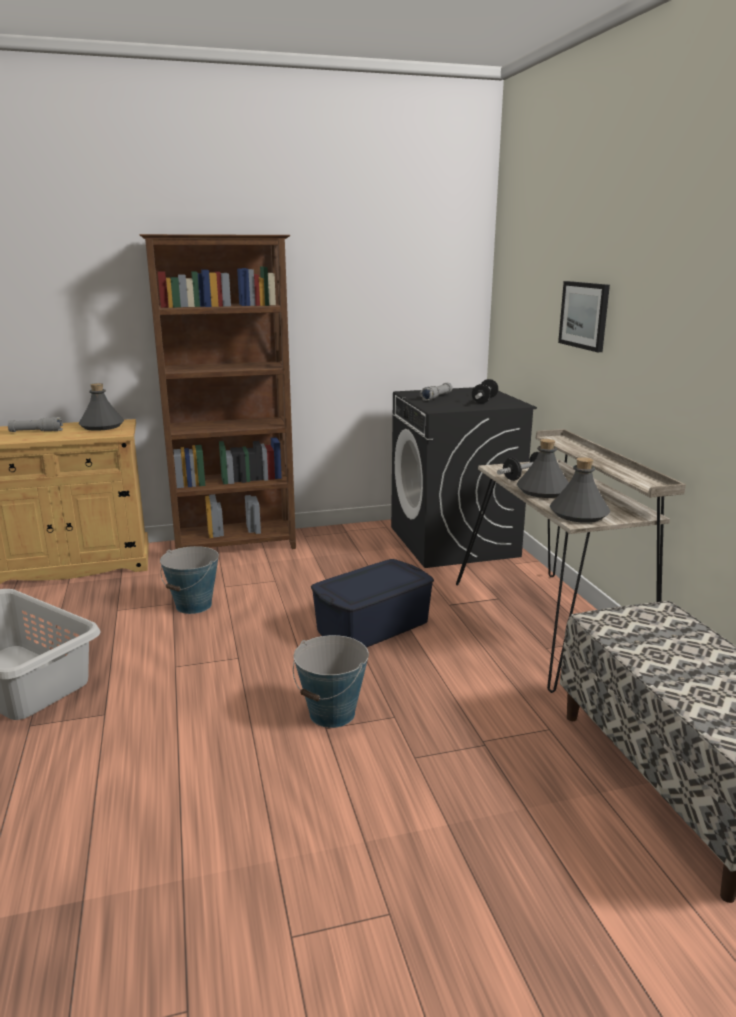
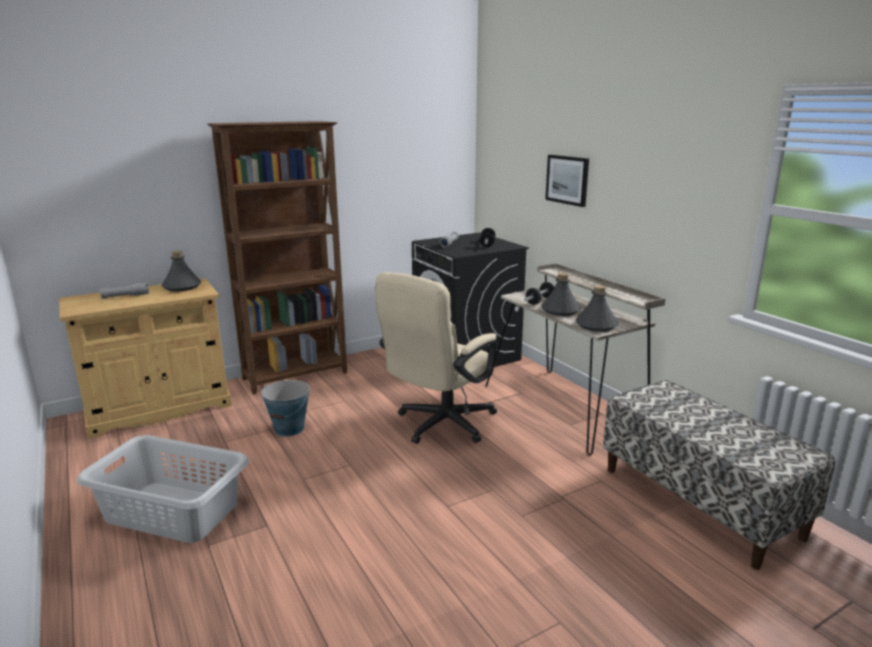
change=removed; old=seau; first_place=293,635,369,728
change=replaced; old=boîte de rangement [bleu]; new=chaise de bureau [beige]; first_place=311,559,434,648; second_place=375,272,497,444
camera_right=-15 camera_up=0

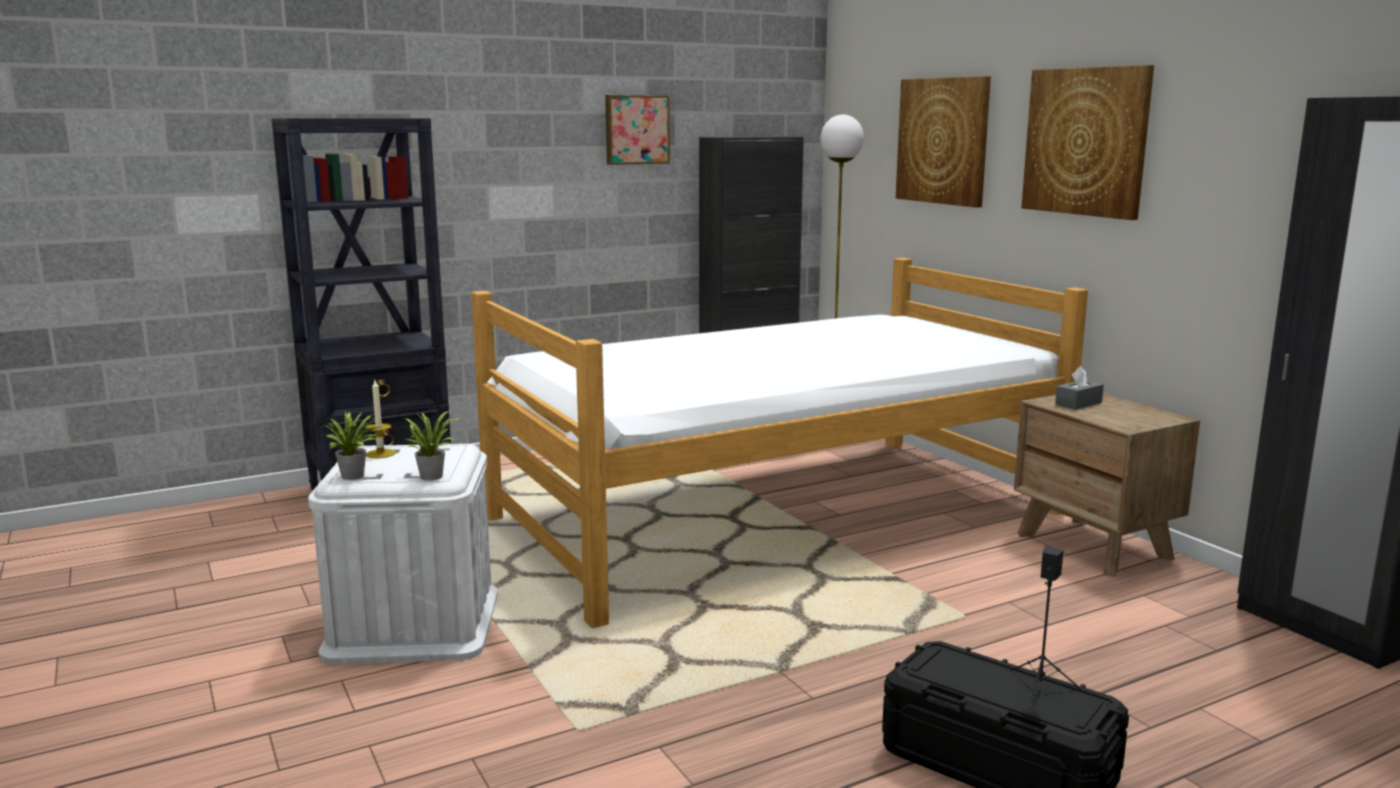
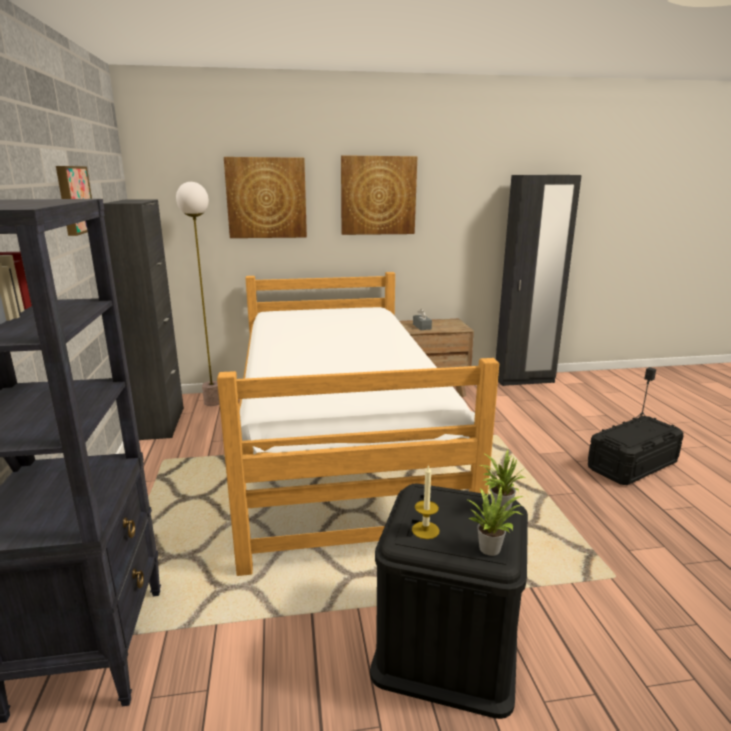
change=recoloured; old=boîte de rangement [blanc]; new=boîte de rangement [noir]; first_place=308,444,498,664; second_place=370,484,528,719
camera_right=-70 camera_up=5

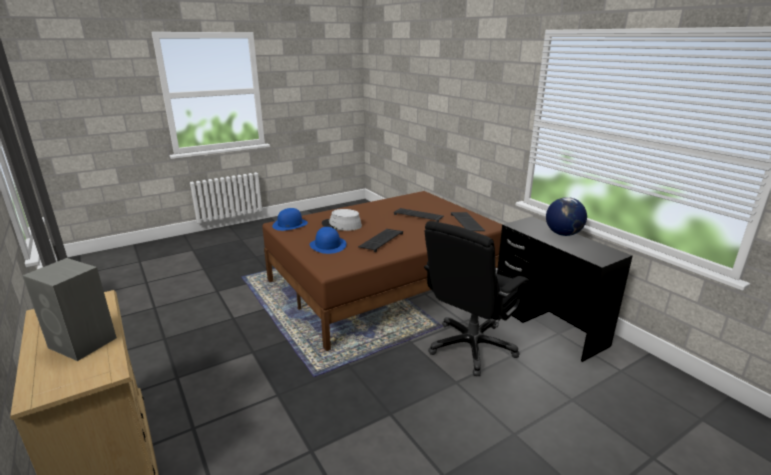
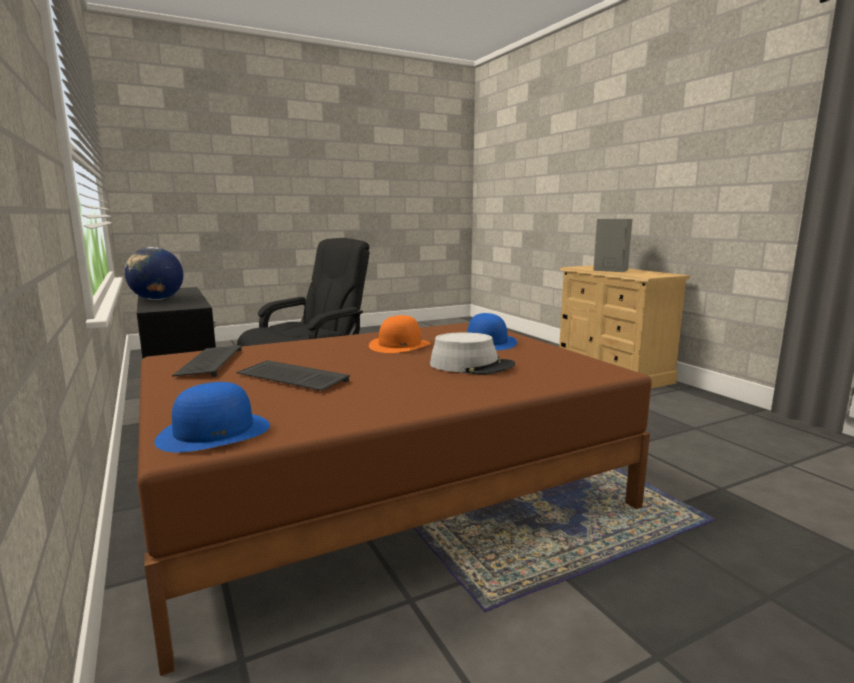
change=moved; old=chapeau [bleu]; first_place=272,208,308,231; second_place=154,382,270,452
change=replaced; old=clavier; new=chapeau [orange]; first_place=358,229,403,252; second_place=369,315,431,353
camera_right=-175 camera_up=-10

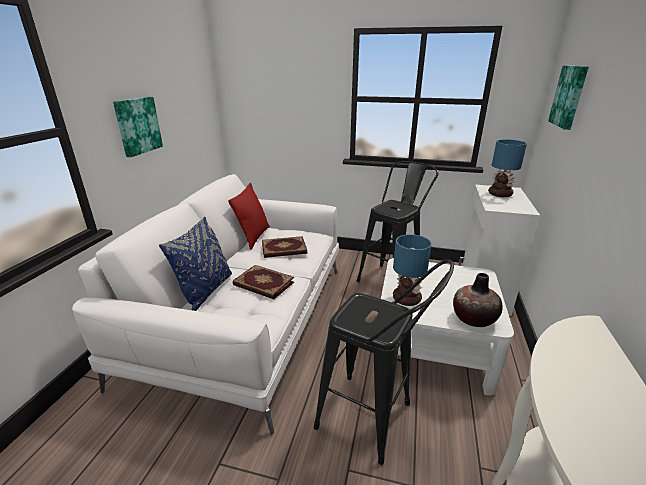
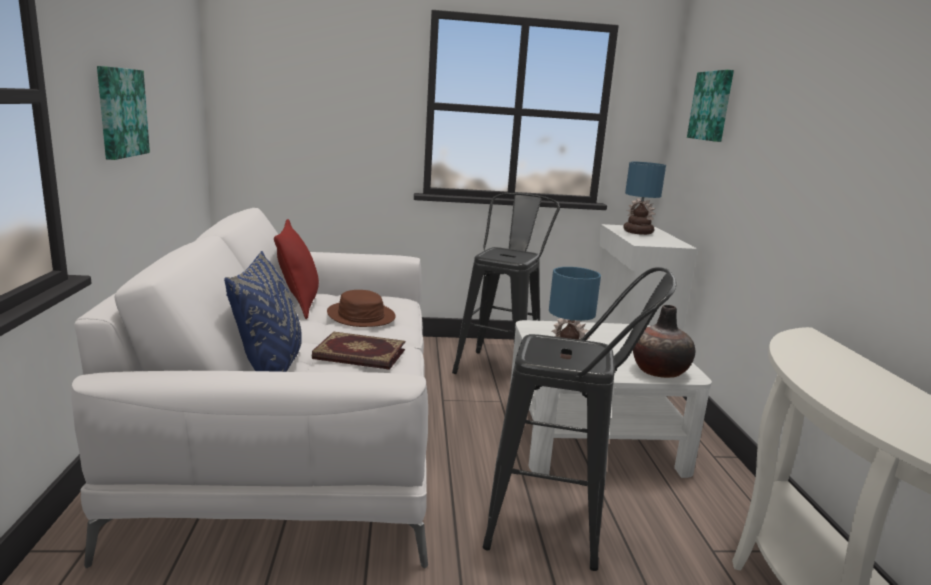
change=replaced; old=livre; new=chapeau [marron]; first_place=262,236,307,258; second_place=327,290,396,327
camera_right=-20 camera_up=-10

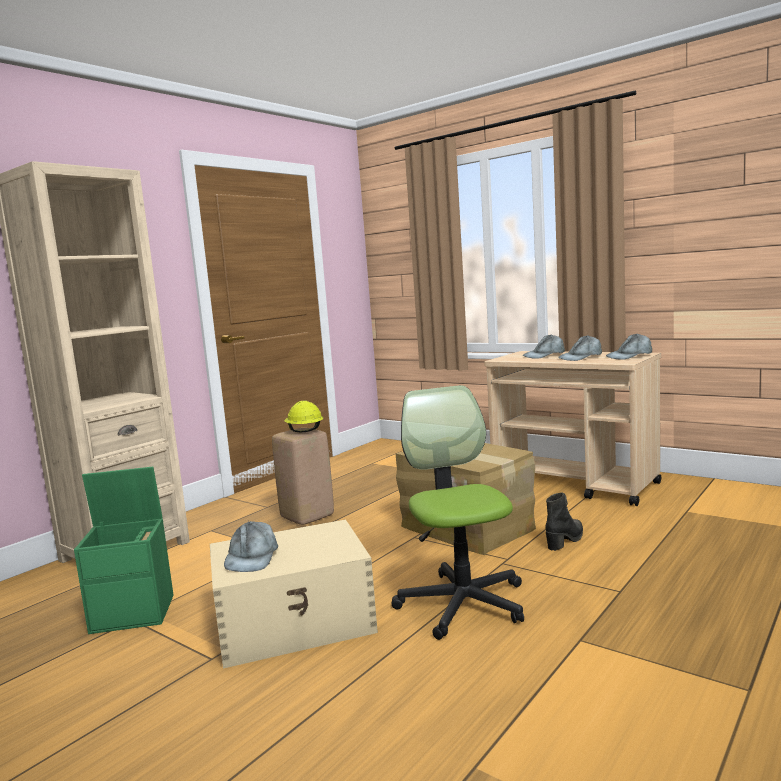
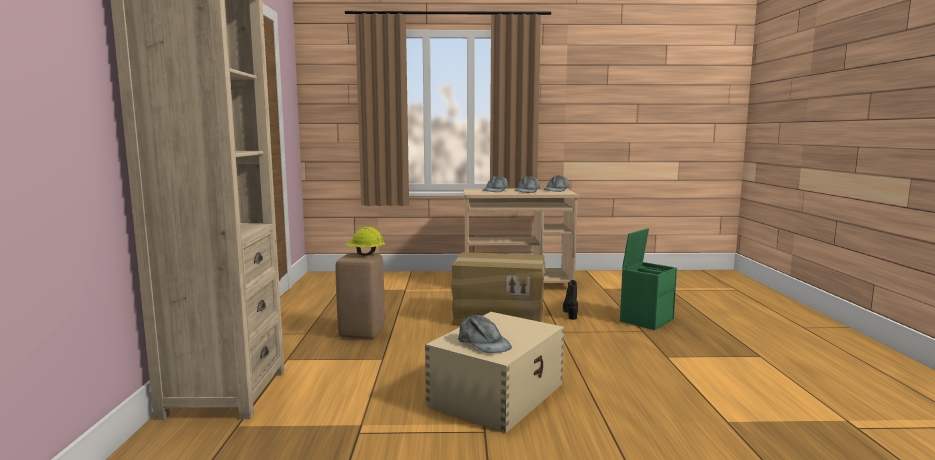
change=moved; old=boîte de rangement [vert]; first_place=74,467,174,634; second_place=620,228,677,330
change=removed; old=chaise de bureau; first_place=391,385,524,640
camera_right=-40 camera_up=0

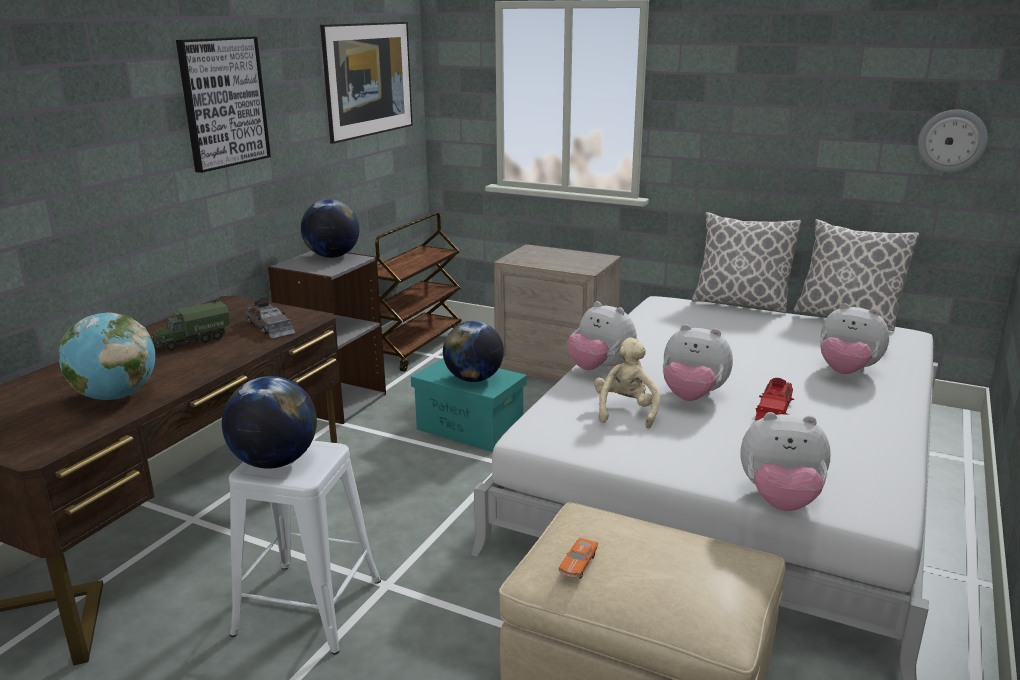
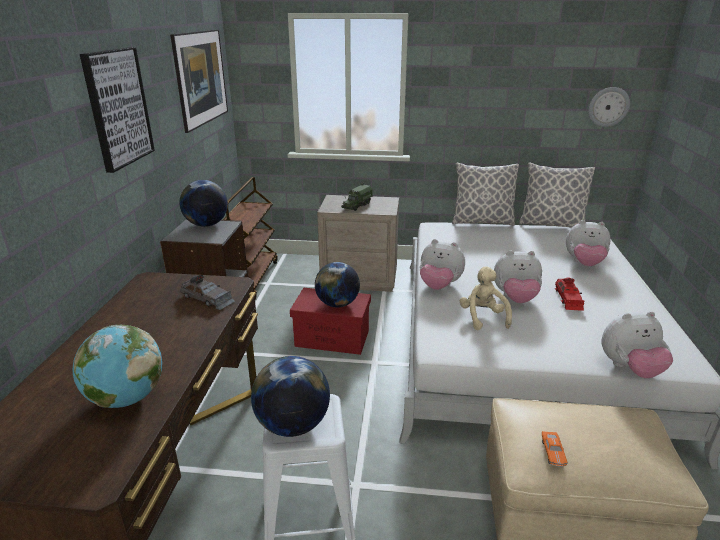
change=moved; old=camion jouet; first_place=151,297,231,351; second_place=341,183,373,211
change=recoloured; old=boîte de rangement [turquoise]; new=boîte de rangement [rouge]; first_place=411,358,527,452; second_place=290,288,371,355
camera_right=-20 camera_up=5

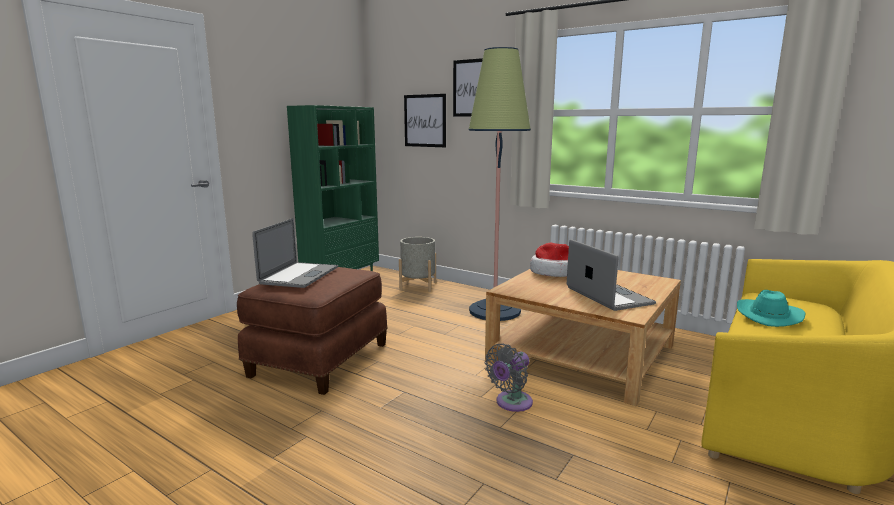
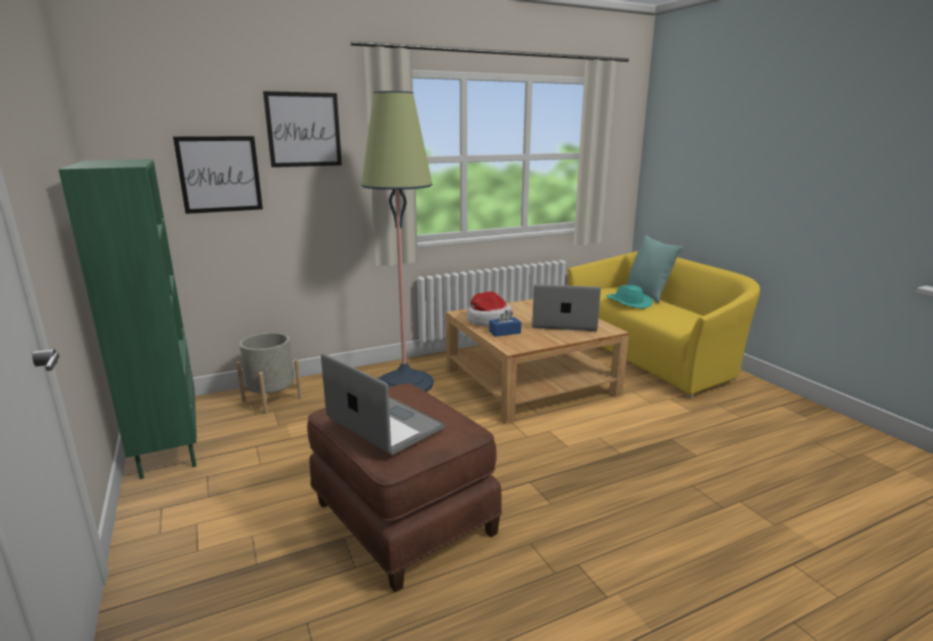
change=removed; old=ventilateur [gris]; first_place=485,344,533,412
change=added; new=boîte à mouchoirs [bleu]; second_place=489,310,521,337
change=added; new=coussin [turquoise]; second_place=627,235,683,303
camera_right=-60 camera_up=5

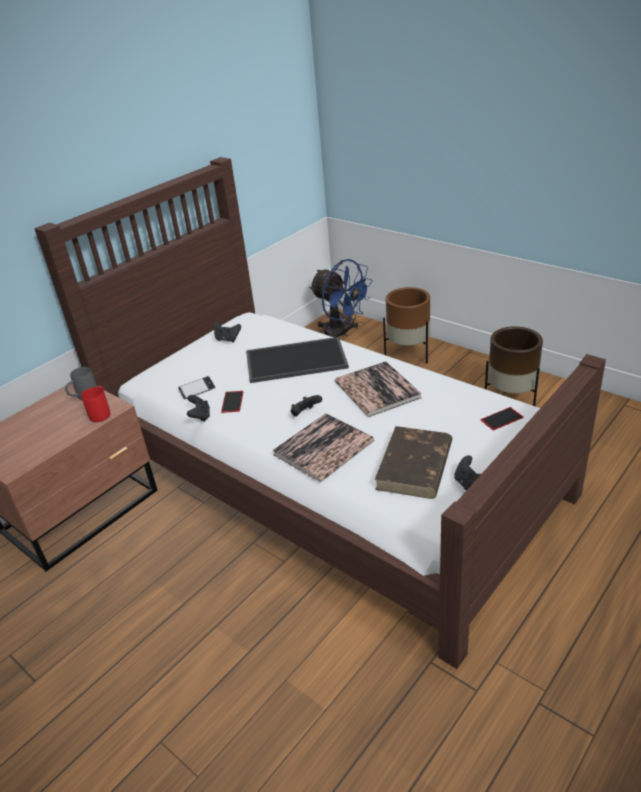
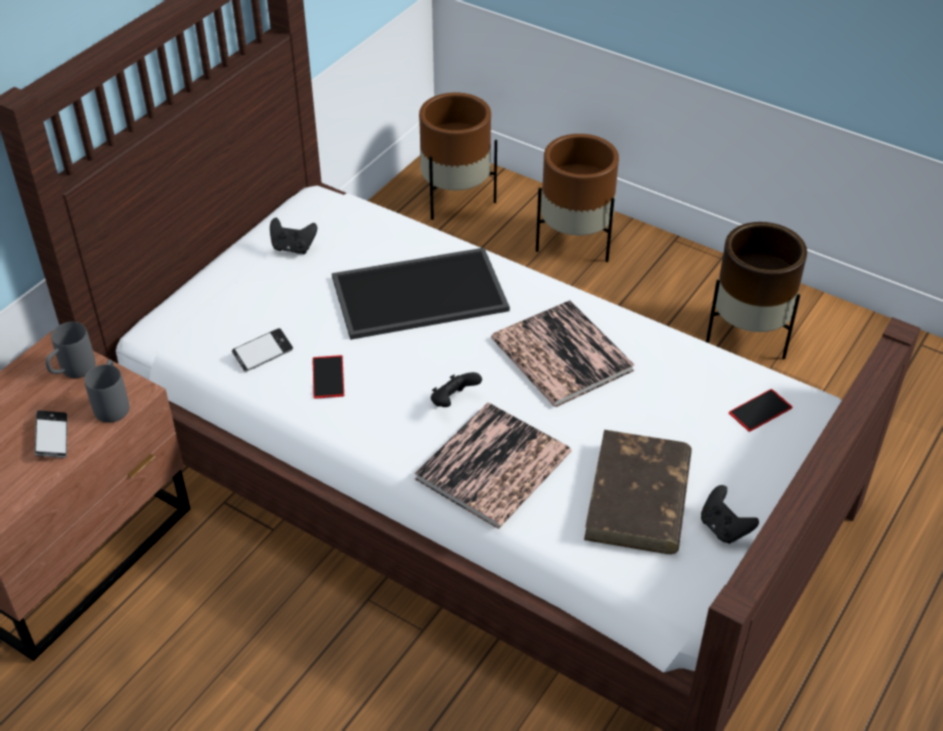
change=recoloured; old=mug [rouge]; new=mug [gris]; first_place=81,386,111,422; second_place=84,360,129,423
change=removed; old=manette [noir]; first_place=187,395,210,422
change=replaced; old=ventilateur [bleu]; new=cache-pot [marron]; first_place=309,259,373,337; second_place=419,92,497,220
change=added; new=téléphone; second_place=35,410,67,458
camera_right=-10 camera_up=10

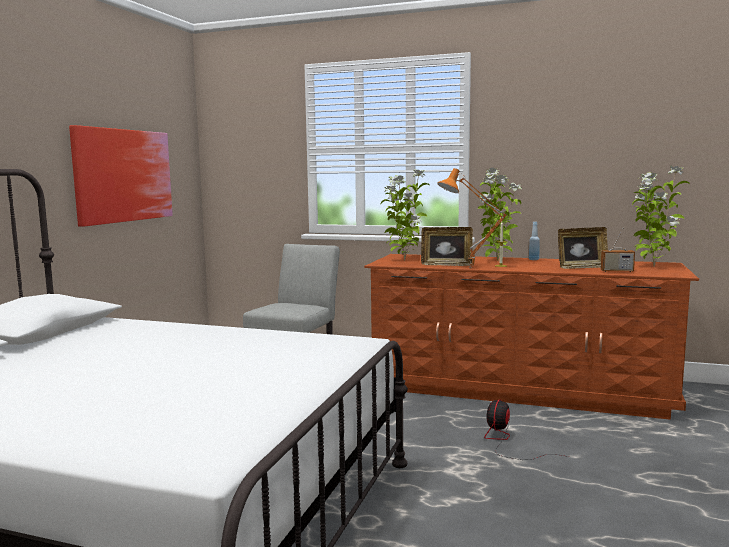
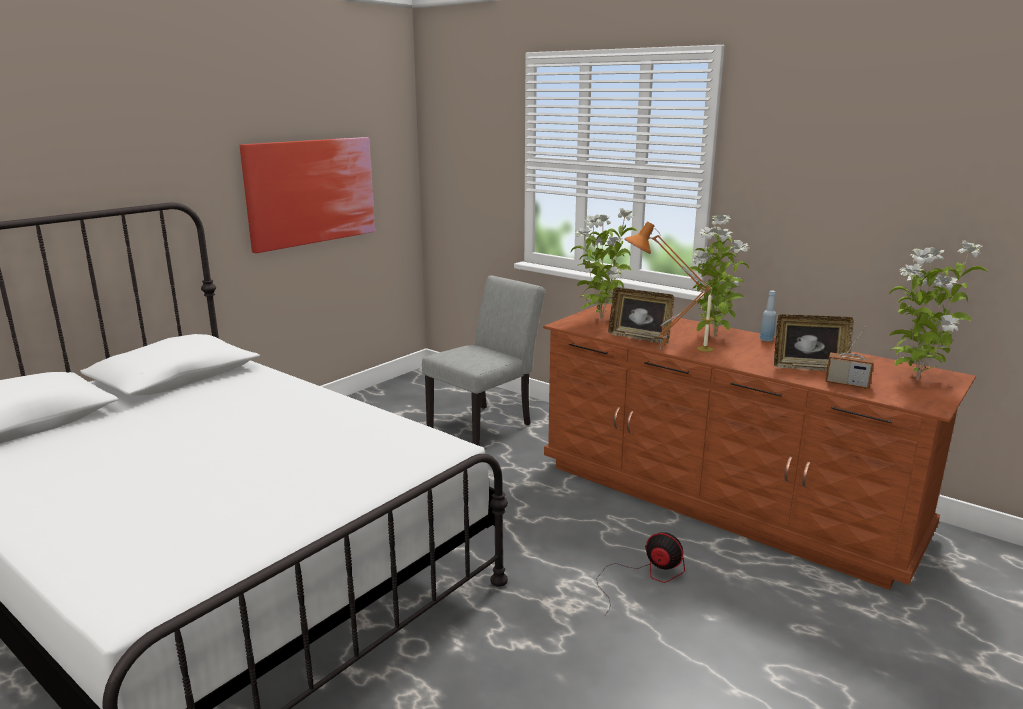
change=turned; old=ventilateur; first_place=484,399,569,460; second_place=596,532,685,615; degrees=75
camera_right=20 camera_up=10

